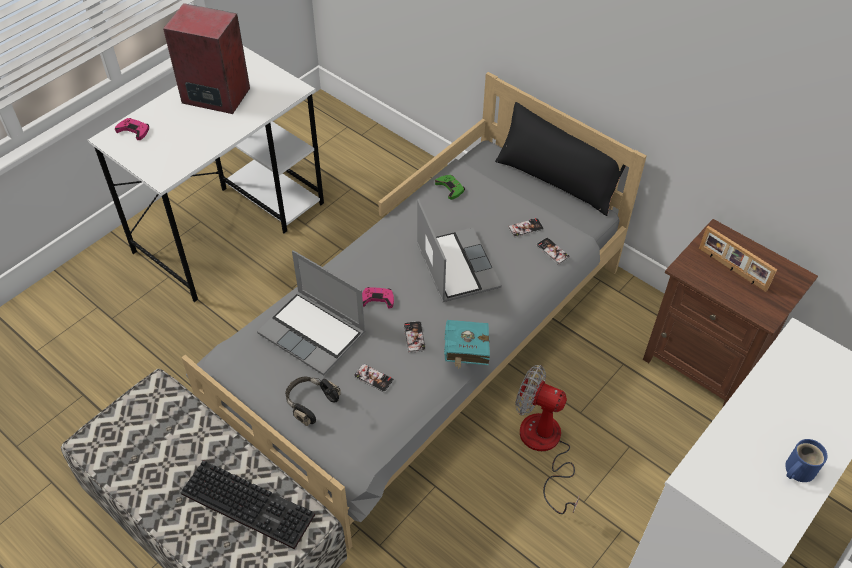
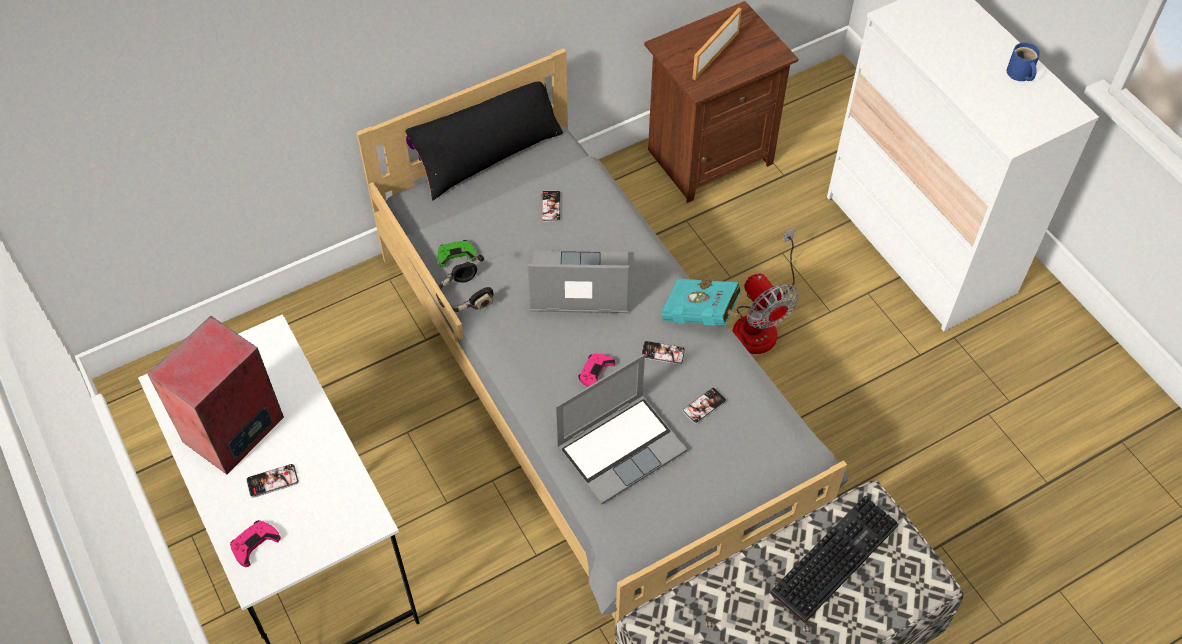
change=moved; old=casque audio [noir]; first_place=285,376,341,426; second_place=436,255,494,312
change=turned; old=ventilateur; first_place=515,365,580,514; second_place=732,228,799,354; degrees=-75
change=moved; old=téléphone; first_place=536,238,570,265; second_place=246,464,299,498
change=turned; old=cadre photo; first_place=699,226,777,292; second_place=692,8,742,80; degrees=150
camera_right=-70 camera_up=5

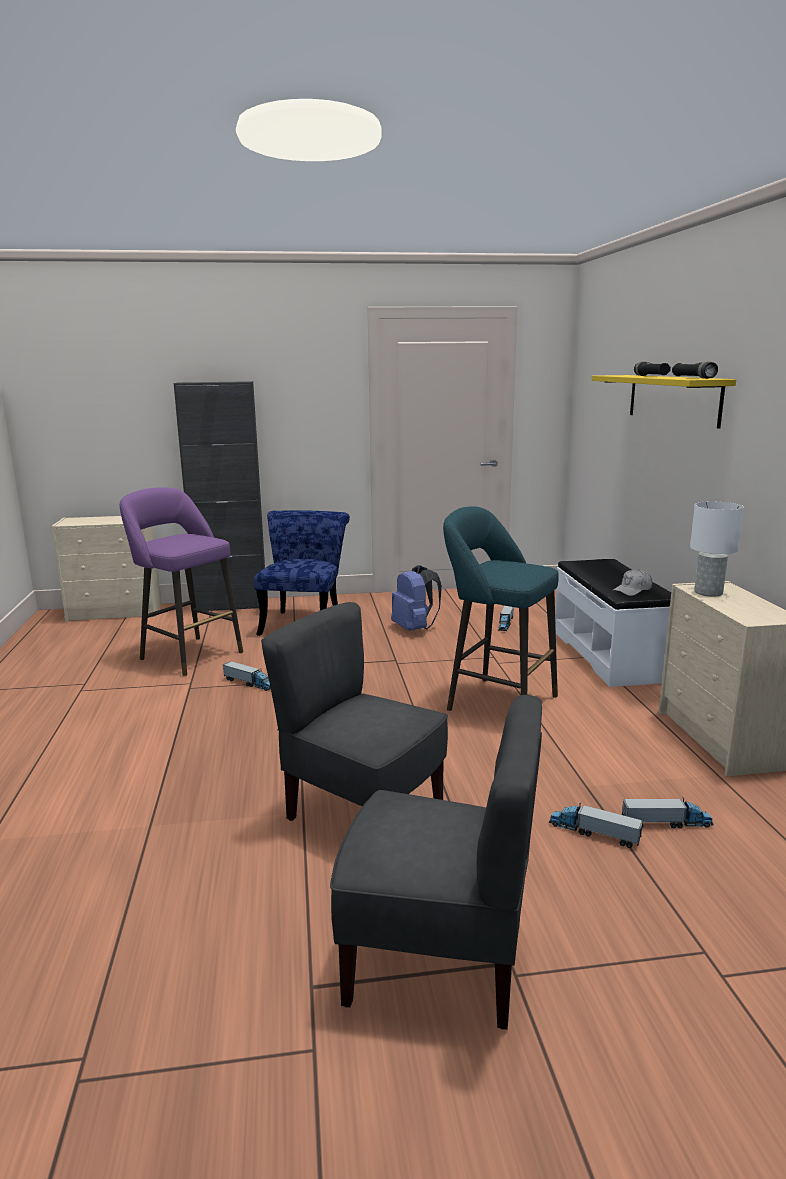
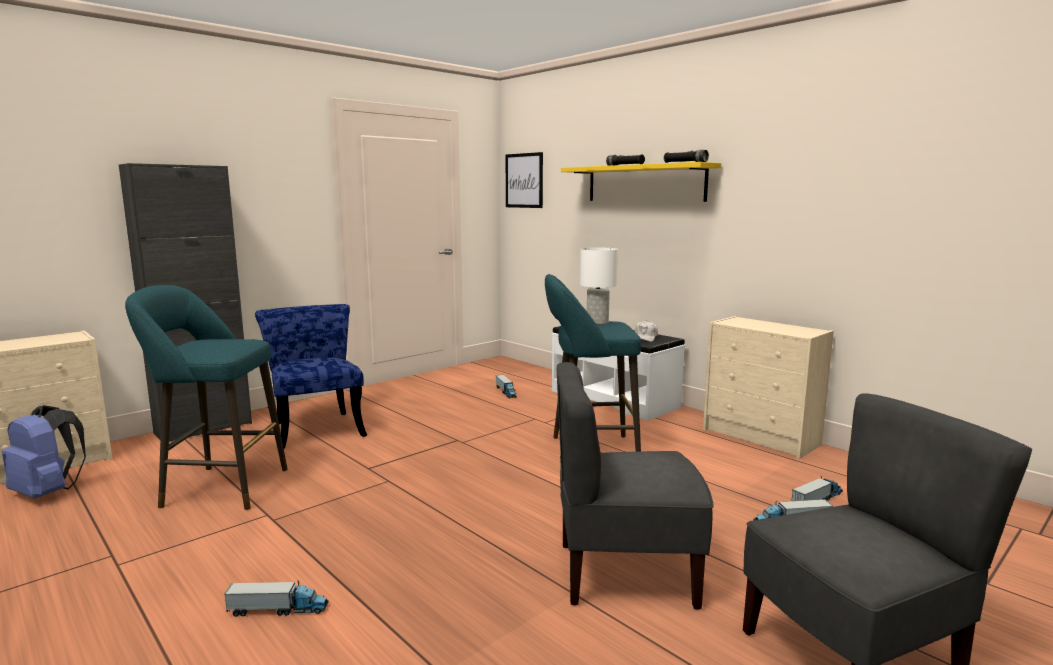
change=recoloured; old=tabouret [violet]; new=tabouret [turquoise]; first_place=120,487,243,676; second_place=125,285,288,510
change=moved; old=camion jouet; first_place=223,661,271,691; second_place=224,580,329,617
change=moved; old=sac à dos [bleu]; first_place=391,565,442,631; second_place=2,405,86,499
change=moved; old=lampe de table [blanc]; first_place=690,502,744,597; second_place=580,248,618,325
change=added; new=tableau; second_place=506,152,543,208
camera_right=-35 camera_up=-5

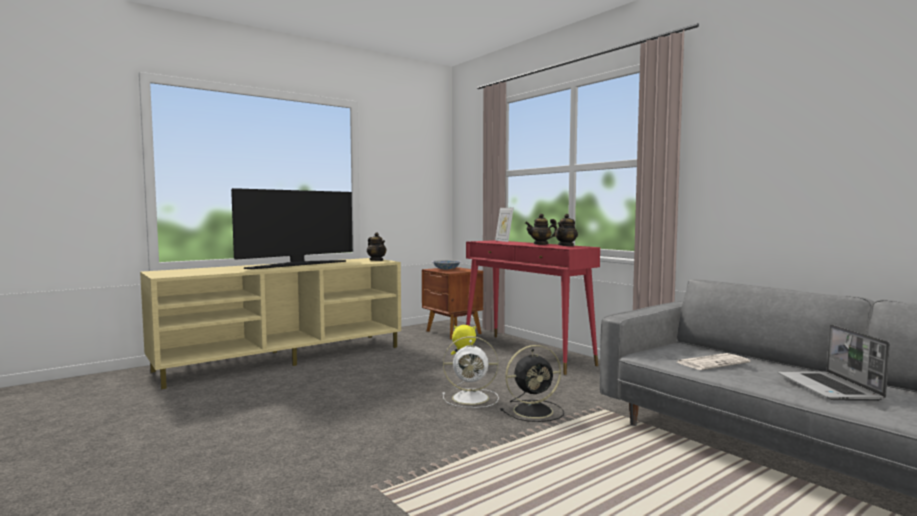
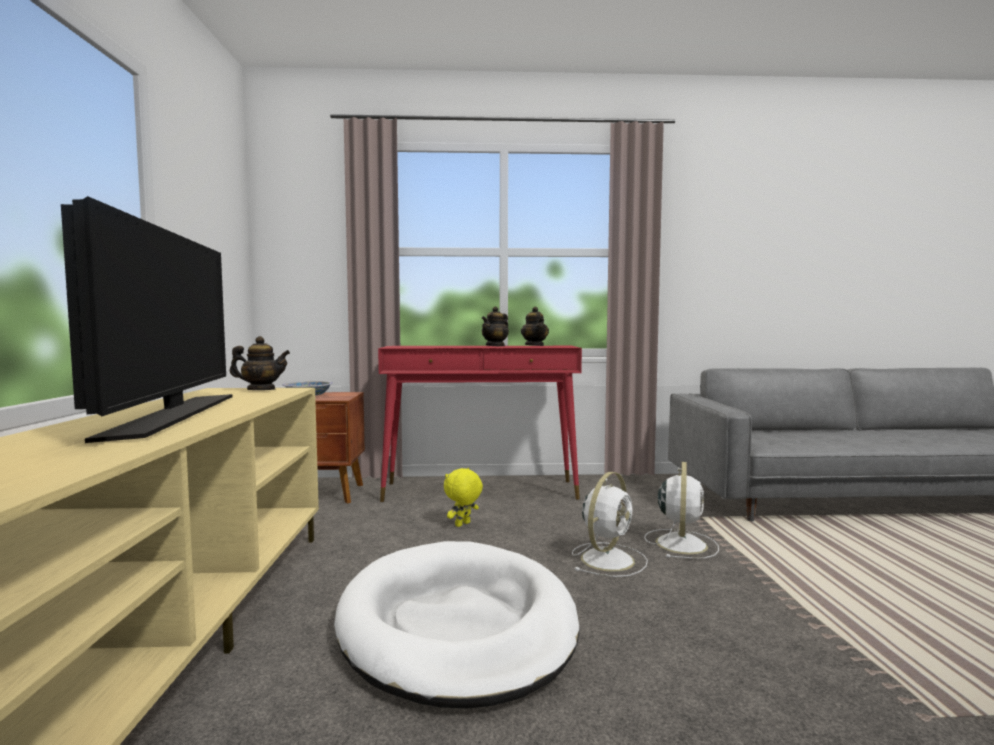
change=removed; old=cadre photo; first_place=495,208,514,242
change=recoloured; old=ventilateur [noir]; new=ventilateur [blanc]; first_place=500,345,564,422; second_place=644,462,719,558
change=removed; old=journal; first_place=677,353,750,370
change=removed; old=ordinateur portable; first_place=778,324,890,401
change=added; new=panier pour chien [blanc]; second_place=334,541,580,709
camera_right=-55 camera_up=0

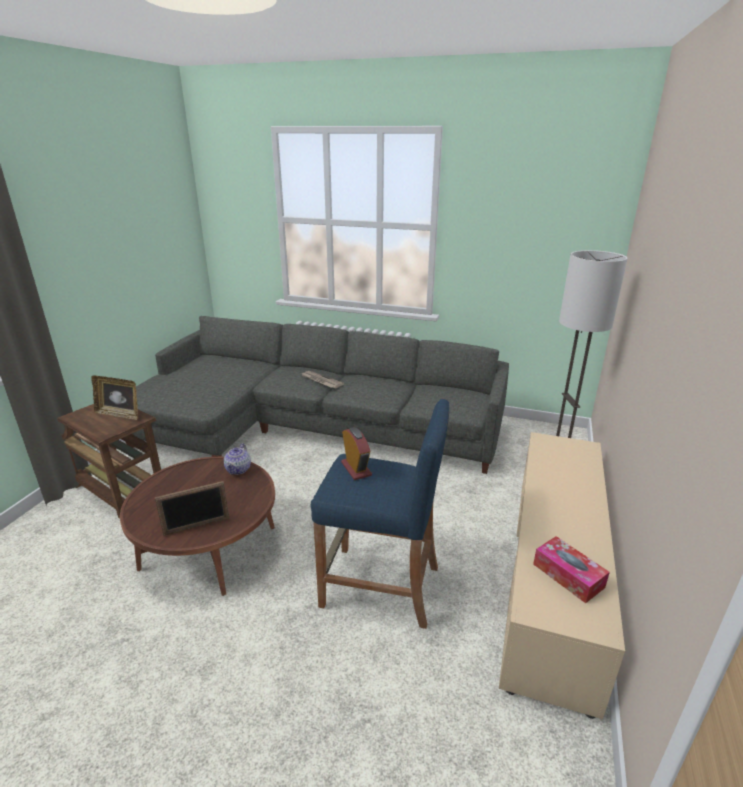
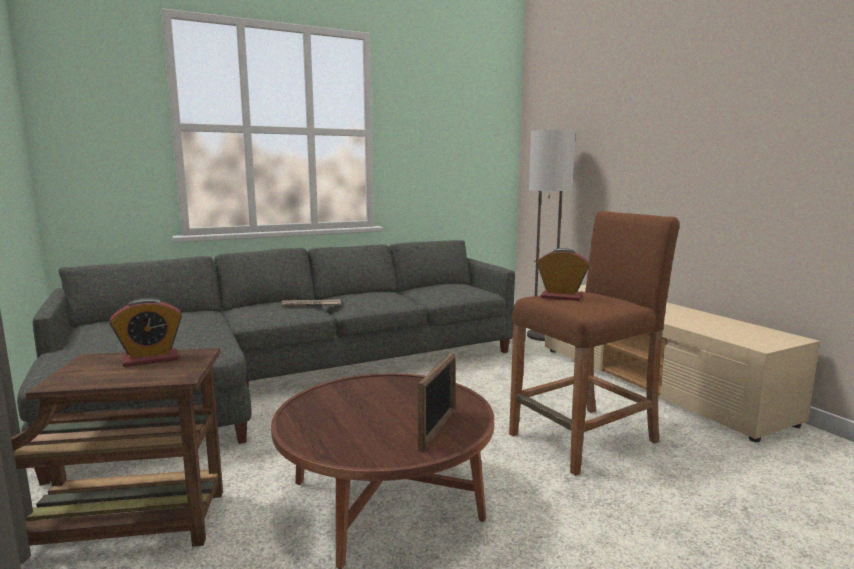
change=replaced; old=cadre photo; new=réveil; first_place=91,376,138,420; second_place=109,298,182,367
change=removed; old=théière; first_place=224,443,251,475
change=recoloured; old=tabouret [bleu]; new=tabouret [marron]; first_place=311,399,449,629; second_place=509,211,679,476
change=removed; old=boîte à mouchoirs; first_place=533,536,610,603
camera_right=-45 camera_up=-15

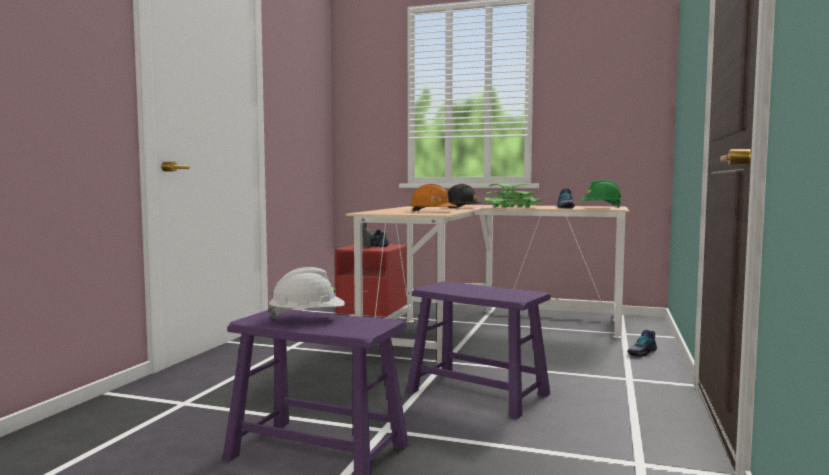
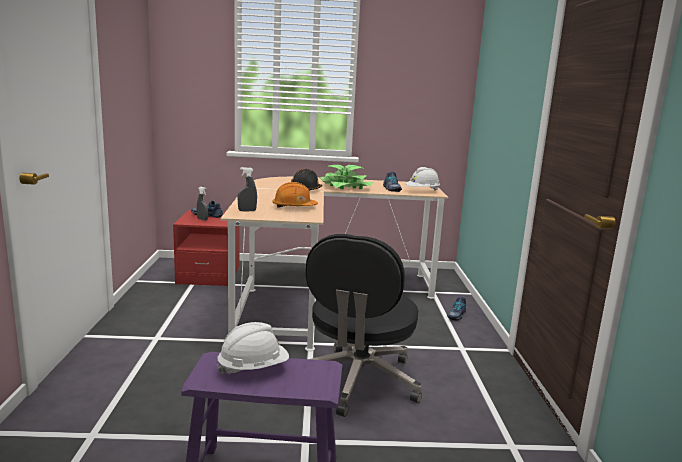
change=replaced; old=tabouret [violet]; new=chaise de bureau [noir]; first_place=406,282,551,419; second_place=306,234,422,417
change=recoloured; old=casque de chantier [vert]; new=casque de chantier [blanc]; first_place=580,180,622,208; second_place=405,167,440,191
change=added; new=vaporisateur [gris]; second_place=237,167,257,212
camera_right=-20 camera_up=10

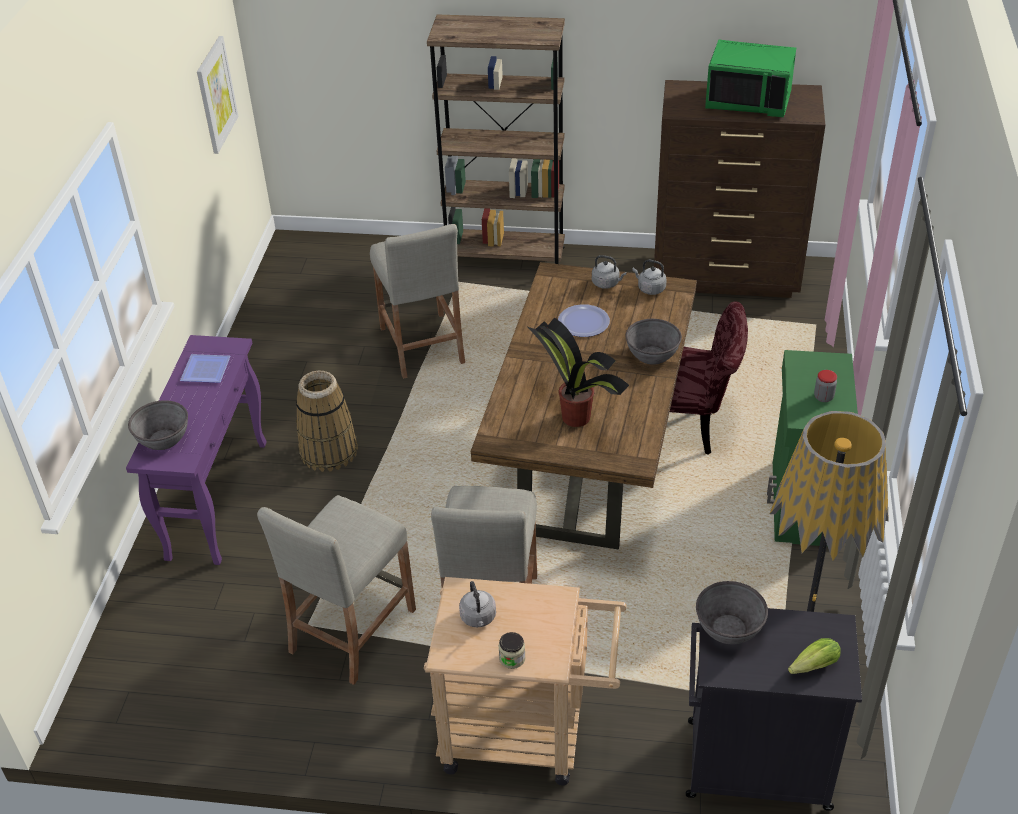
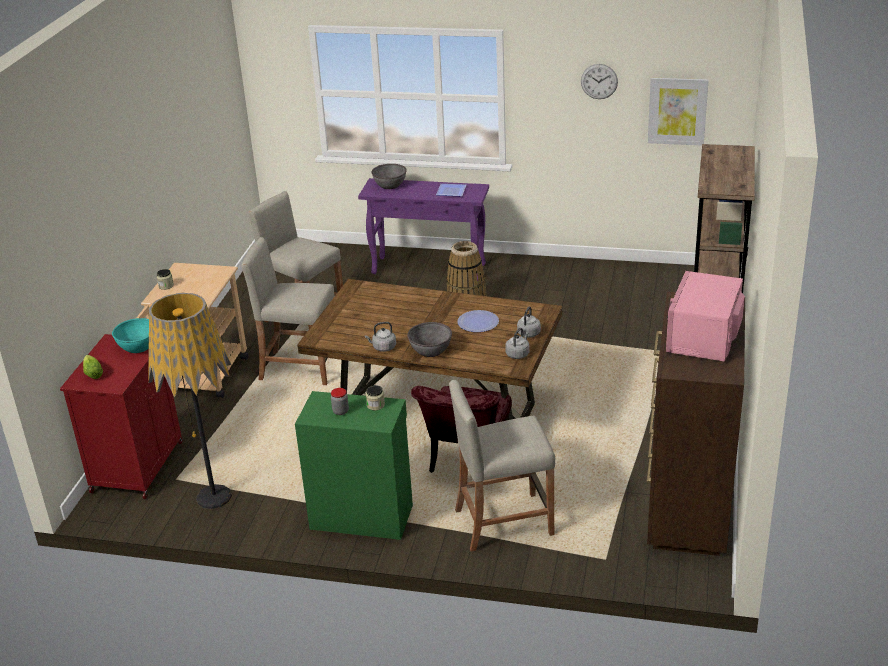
change=moved; old=tabouret [beige]; first_place=370,224,465,379; second_place=449,380,555,552
change=moved; old=bouilloire [gris]; first_place=459,581,496,627; second_place=365,322,396,352
change=removed; old=plante en pot; first_place=528,317,629,427
change=recoloured; old=meuble de rangement [noir]; new=meuble de rangement [rouge]; first_place=686,608,862,811; second_place=60,334,183,499
change=recoloured; old=bol [gris]; new=bol [turquoise]; first_place=696,581,768,644; second_place=112,318,149,353
change=recoloured; old=micro-ondes [vert]; new=micro-ondes [rose]; first_place=705,40,796,117; second_place=666,271,745,362
change=added; new=bocal; second_place=366,385,385,410
change=added; new=horloge murale; second_place=581,64,618,99
camera_right=95 camera_up=-10

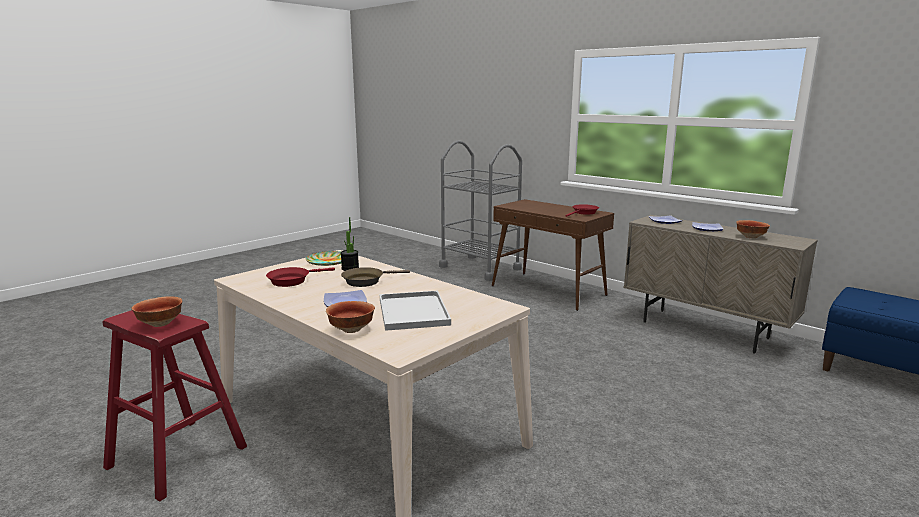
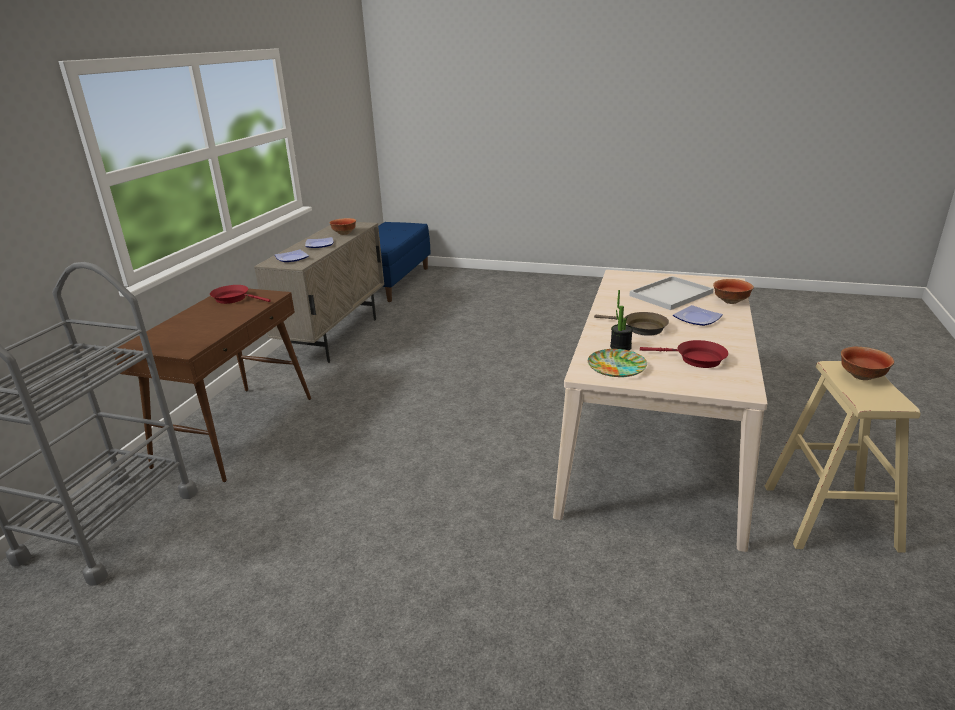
change=recoloured; old=tabouret [rouge]; new=tabouret [beige]; first_place=102,310,247,501; second_place=765,361,921,553
camera_right=-115 camera_up=10

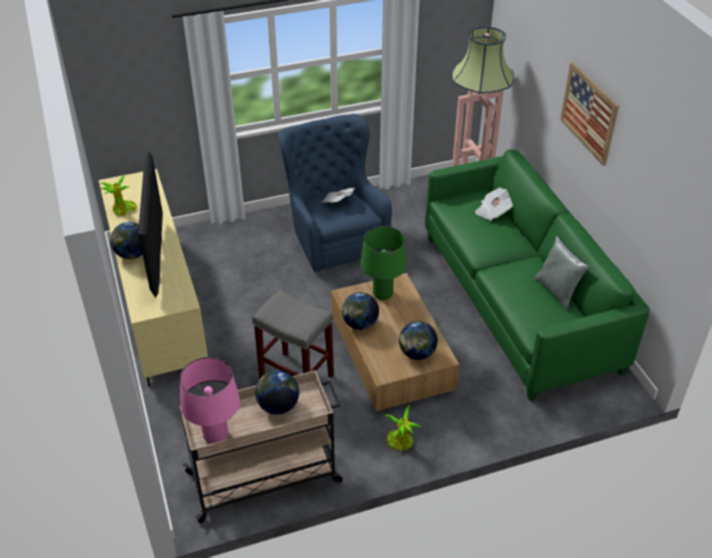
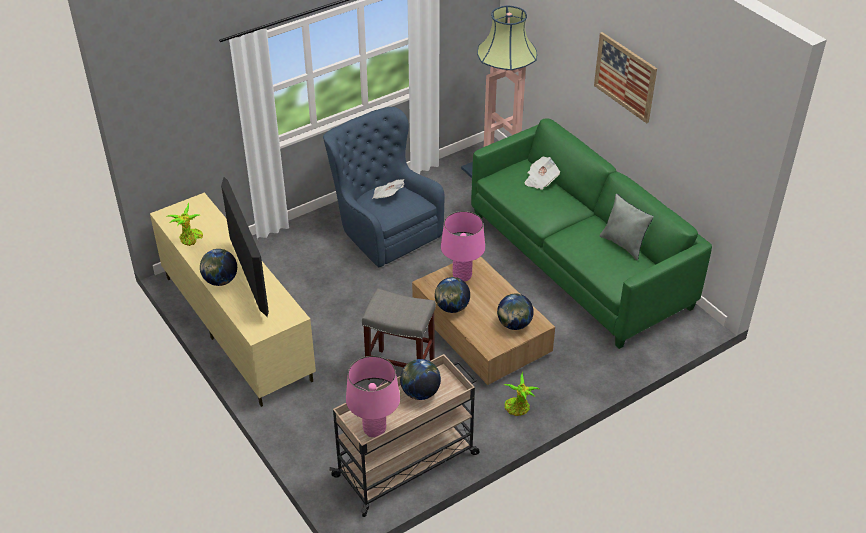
change=recoloured; old=lampe de table [vert]; new=lampe de table [rose]; first_place=361,226,407,300; second_place=441,211,485,282
camera_right=-15 camera_up=0

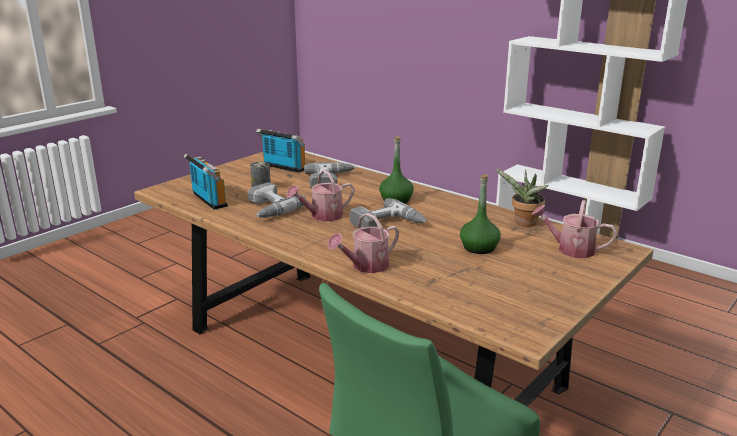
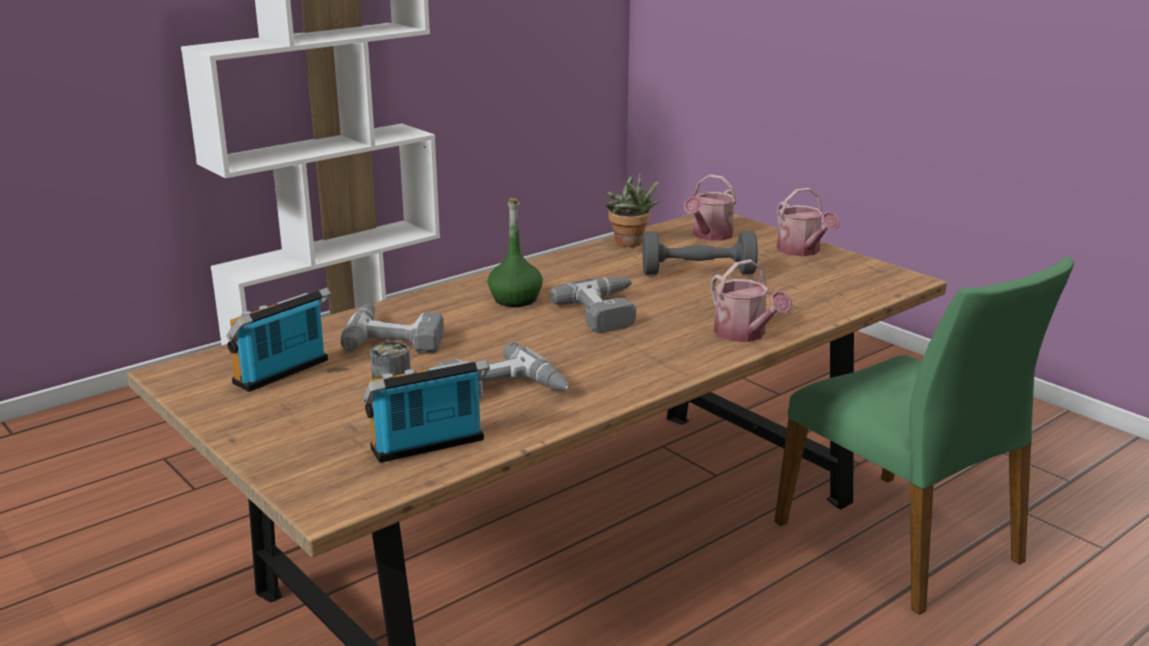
change=moved; old=arrosoir; first_place=286,170,354,222; second_place=776,188,840,256
change=replaced; old=bouteille [vert]; new=haltère [gris]; first_place=460,174,501,254; second_place=643,231,758,275
camera_right=-80 camera_up=0

